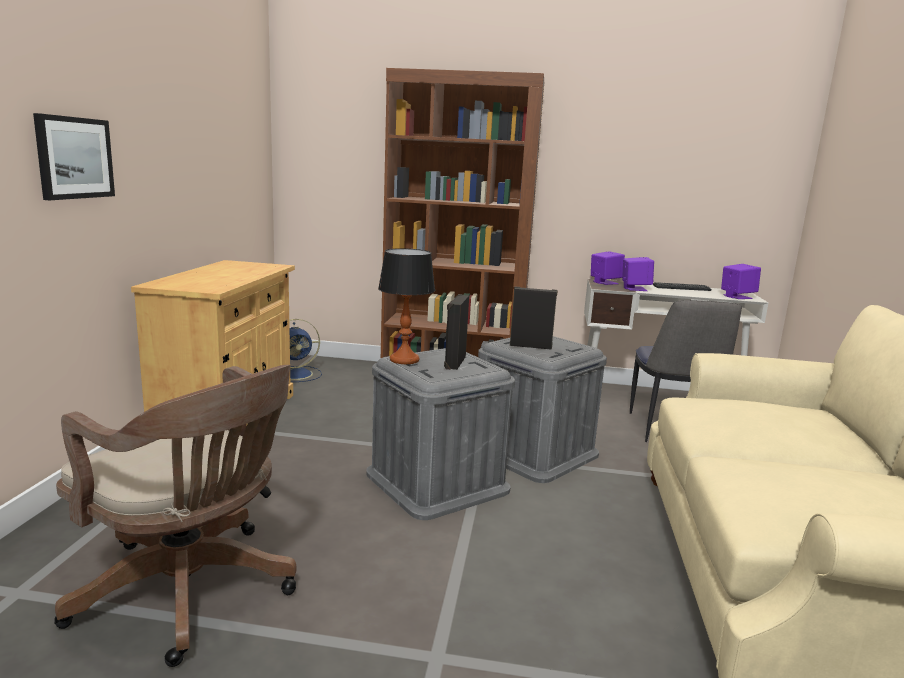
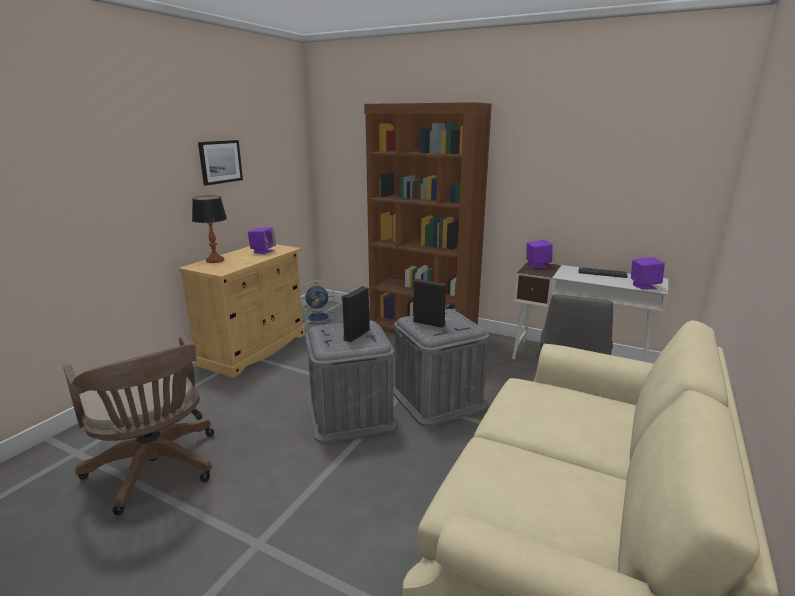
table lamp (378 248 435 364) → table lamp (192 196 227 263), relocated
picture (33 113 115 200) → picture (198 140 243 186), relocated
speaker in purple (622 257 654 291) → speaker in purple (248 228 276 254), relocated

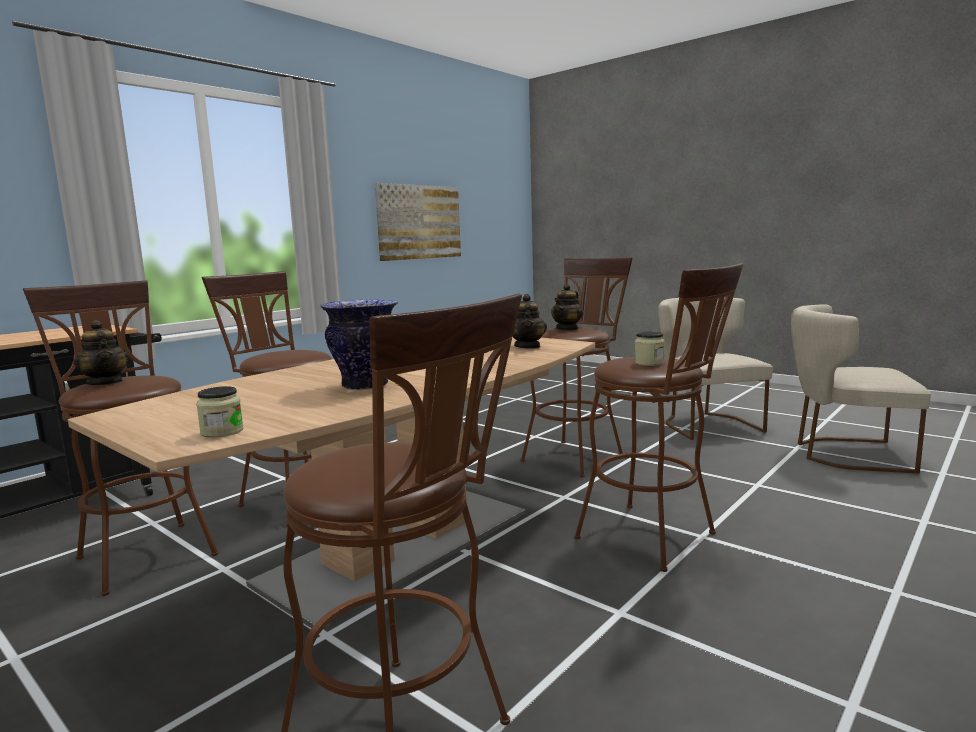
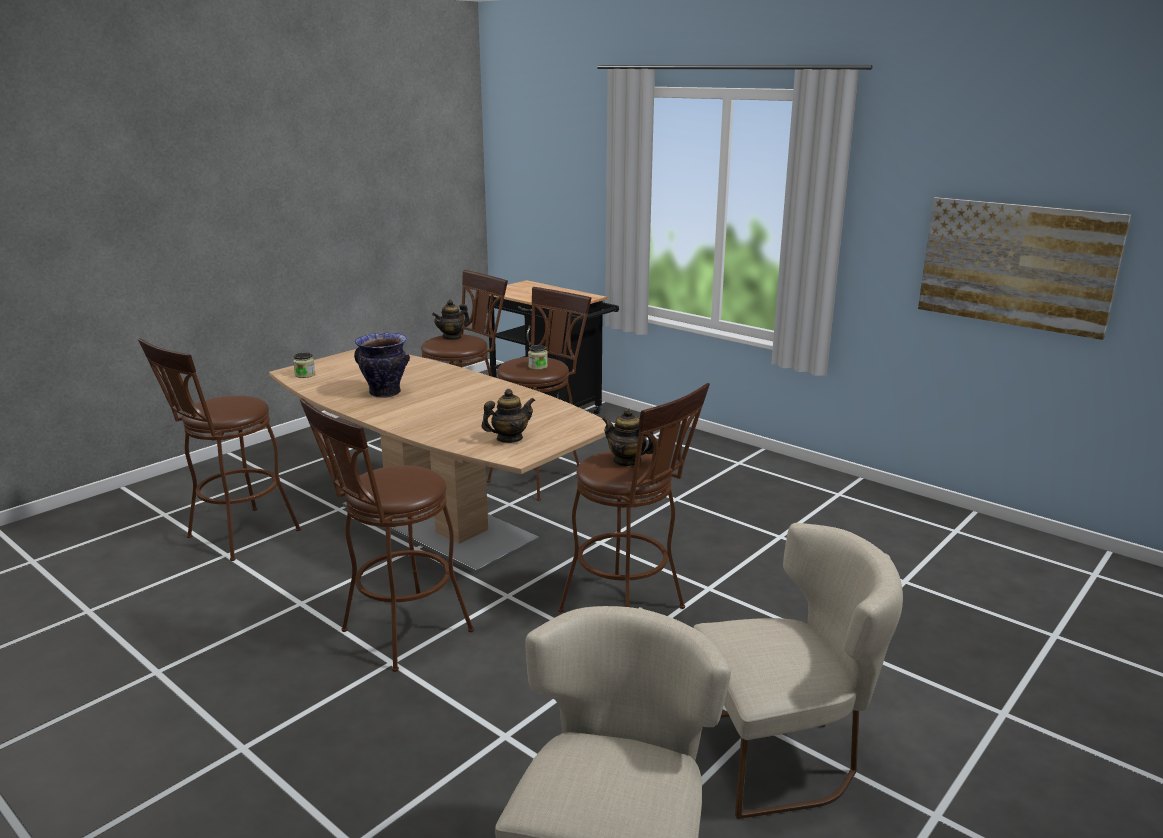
teapot (513 294 547 349) → teapot (482 389 535 443), 150 degrees clockwise
jar (635 331 664 366) → jar (528 345 548 370), relocated

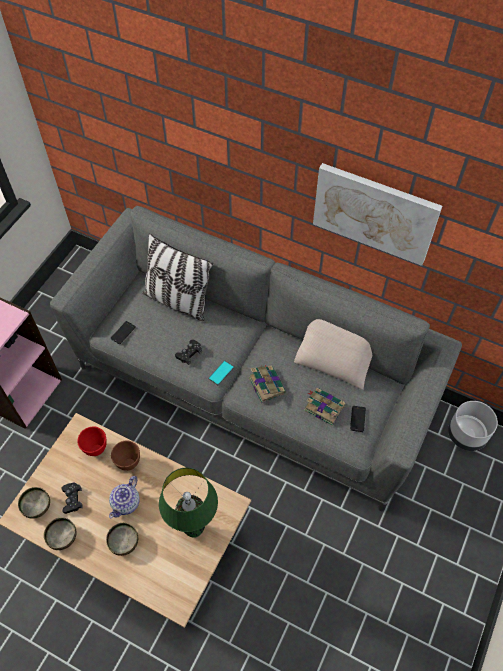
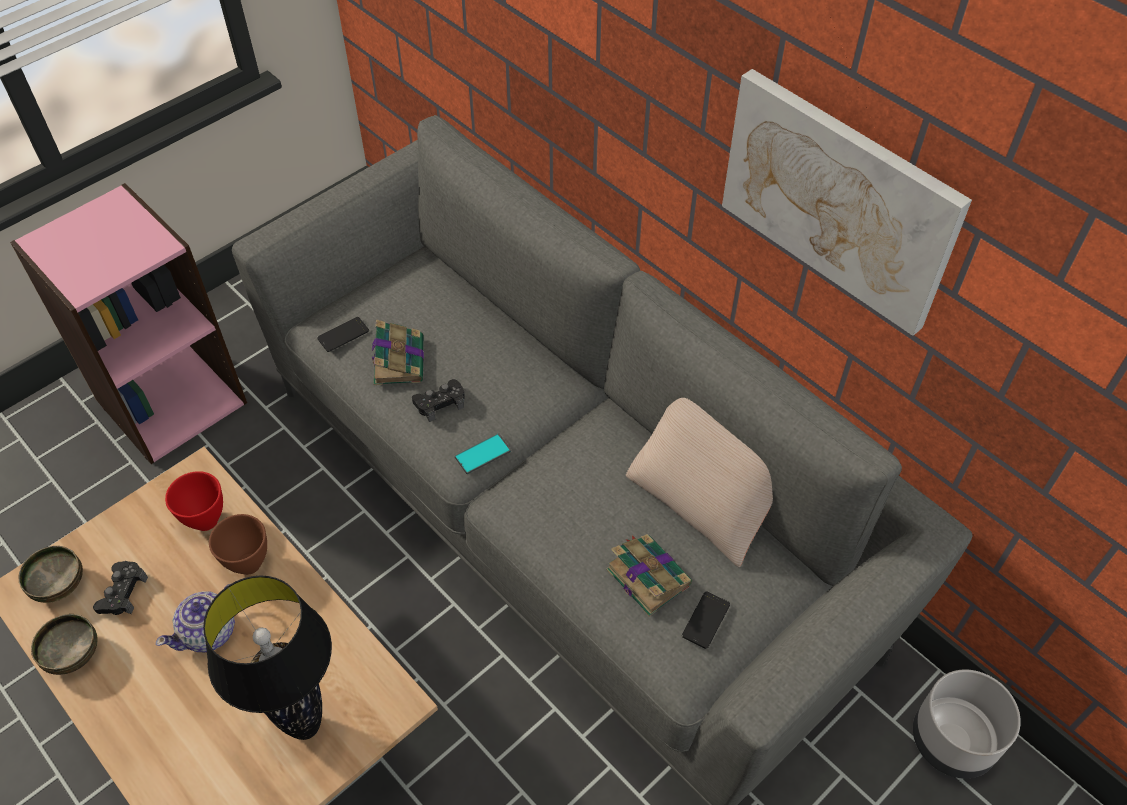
table lamp in green (159 467 218 538) → table lamp in black (203 575 332 740)
book (248 365 286 403) → book (372 320 424 385), relocated
bowl (106 523 138 556) → -
pillow (142 233 213 321) → -

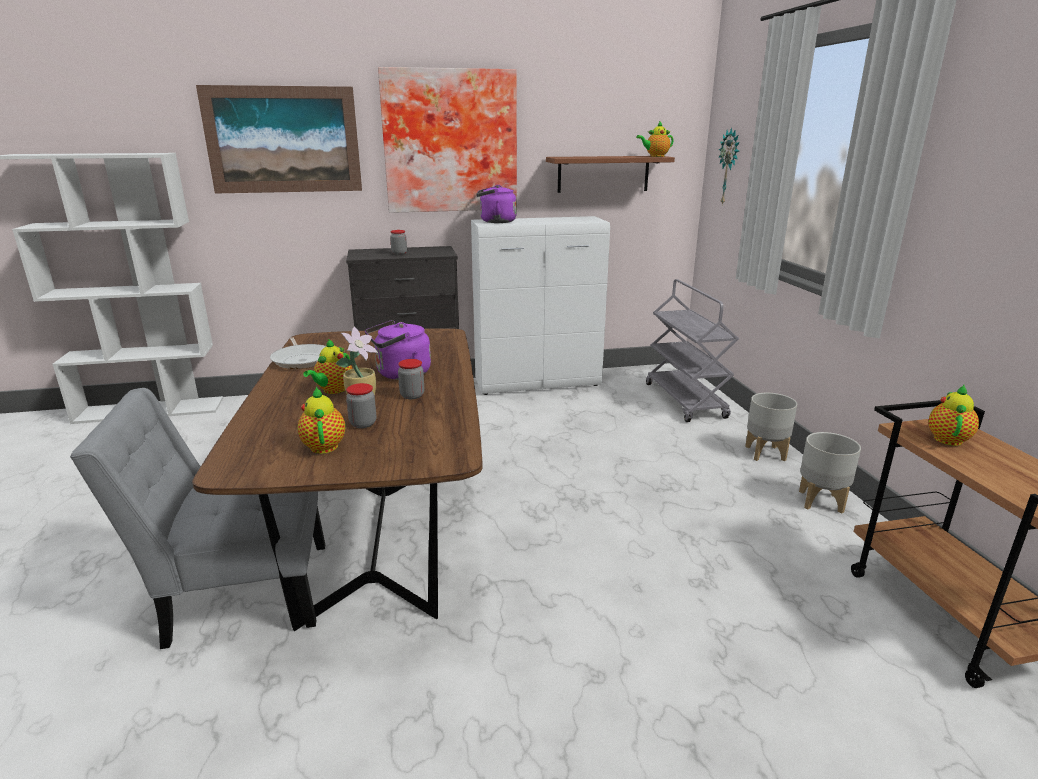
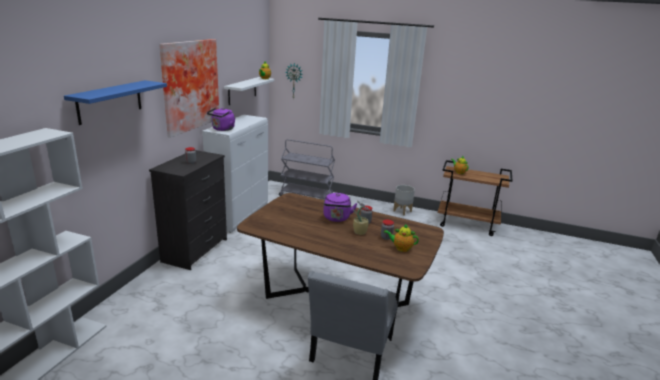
picture (196 85 362 194) → shelf in blue (64 80 167 125)
shelf in brown (546 156 675 193) → shelf in white (224 77 274 105)
frying pan (270 337 326 369) → -
teapot (303 339 352 394) → -
planter in grey (745 393 797 461) → -

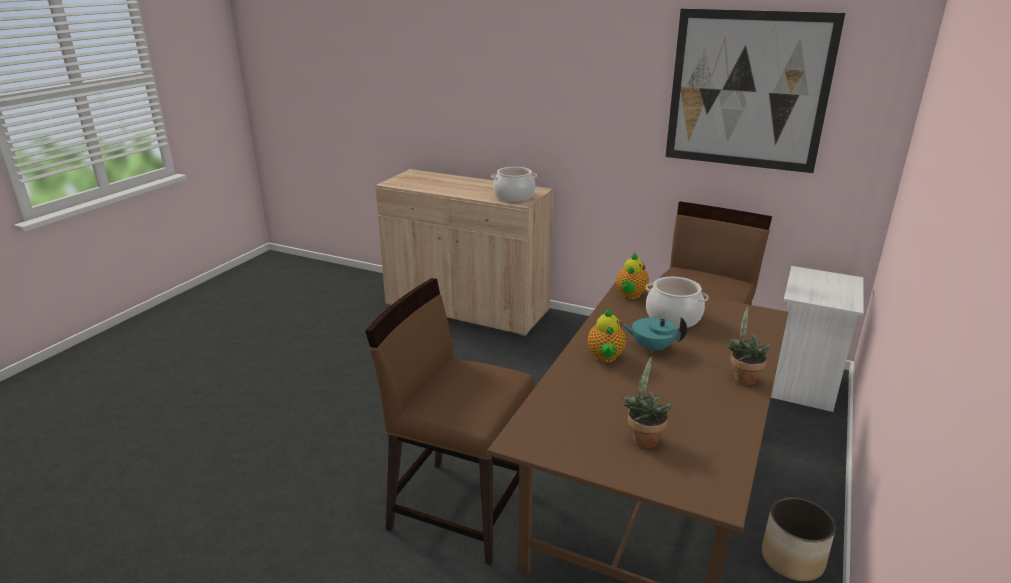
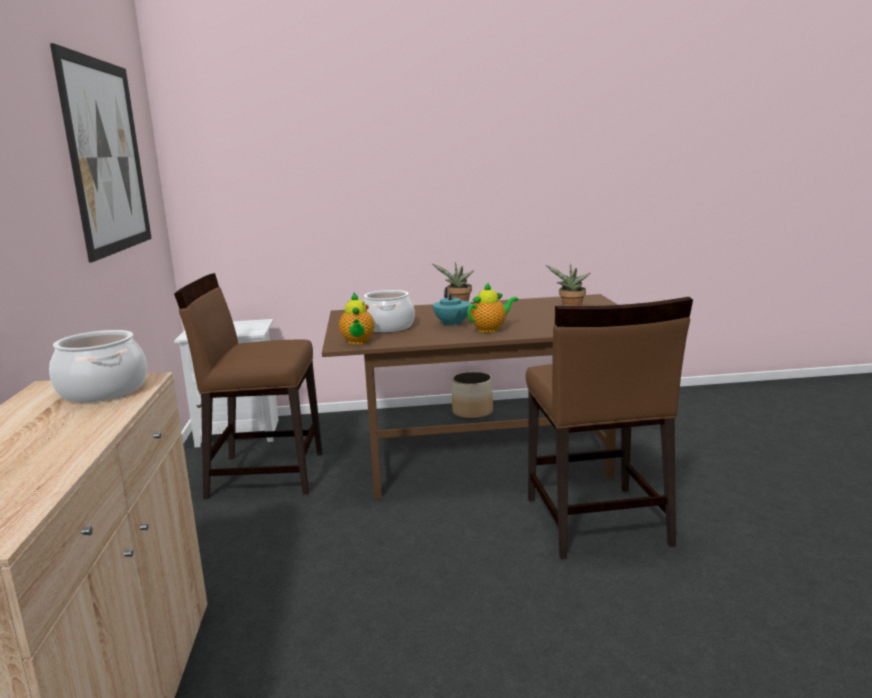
teapot (616 253 649 299) → teapot (339 293 375 344), 90 degrees clockwise

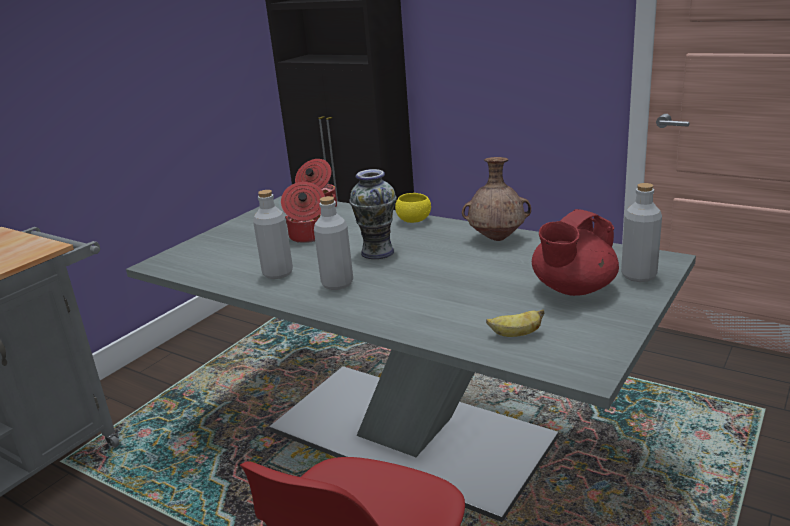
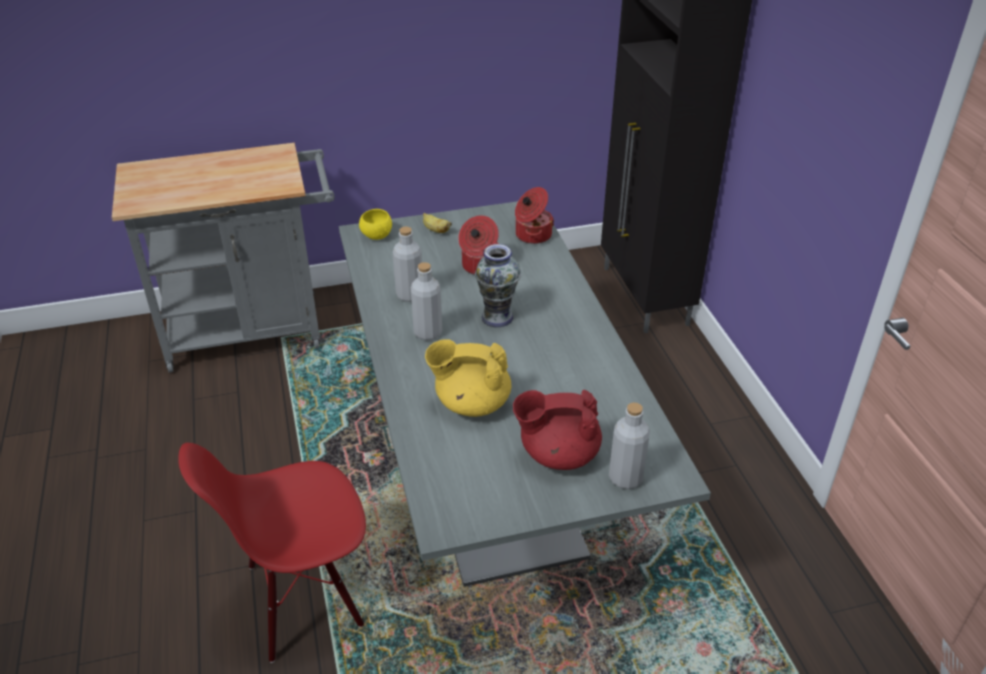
bowl in yellow (395 193 431 223) → bowl in yellow (359 209 392 240), relocated
banana (486 309 544 337) → banana (423 213 452 233), relocated
- → teapot in yellow (425 339 511 417)
vase in brown (462 157 531 241) → -

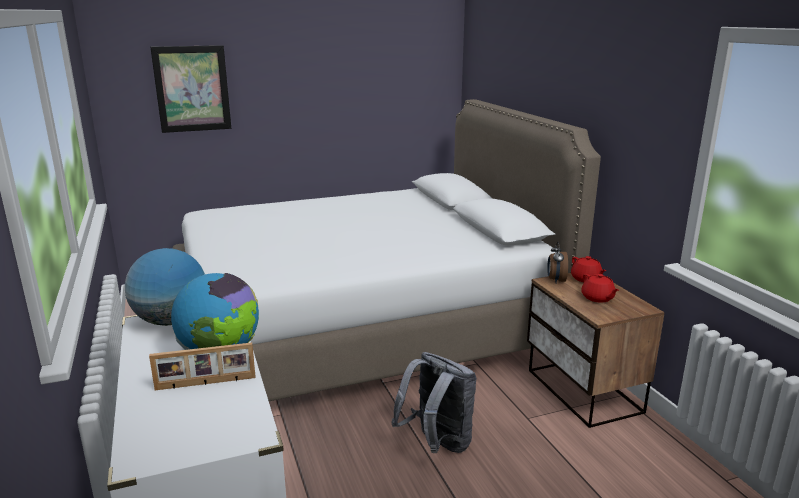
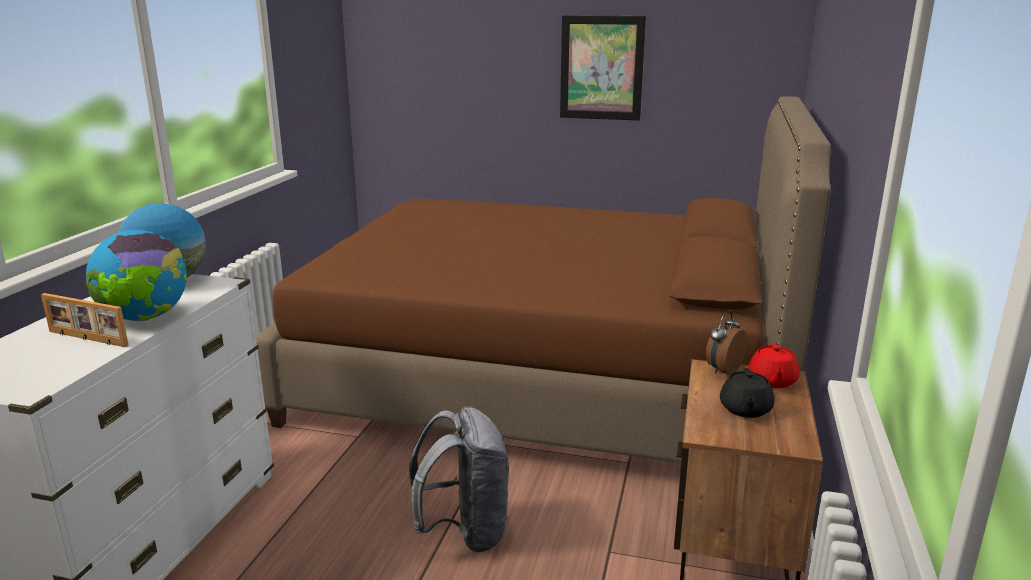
bed in white (172 99 601 401) → bed in brown (256 96 831 463)
picture (150 45 231 133) → picture (560 15 646 121), relocated
teapot in red (581 274 619 303) → teapot in black (720 368 774 418)

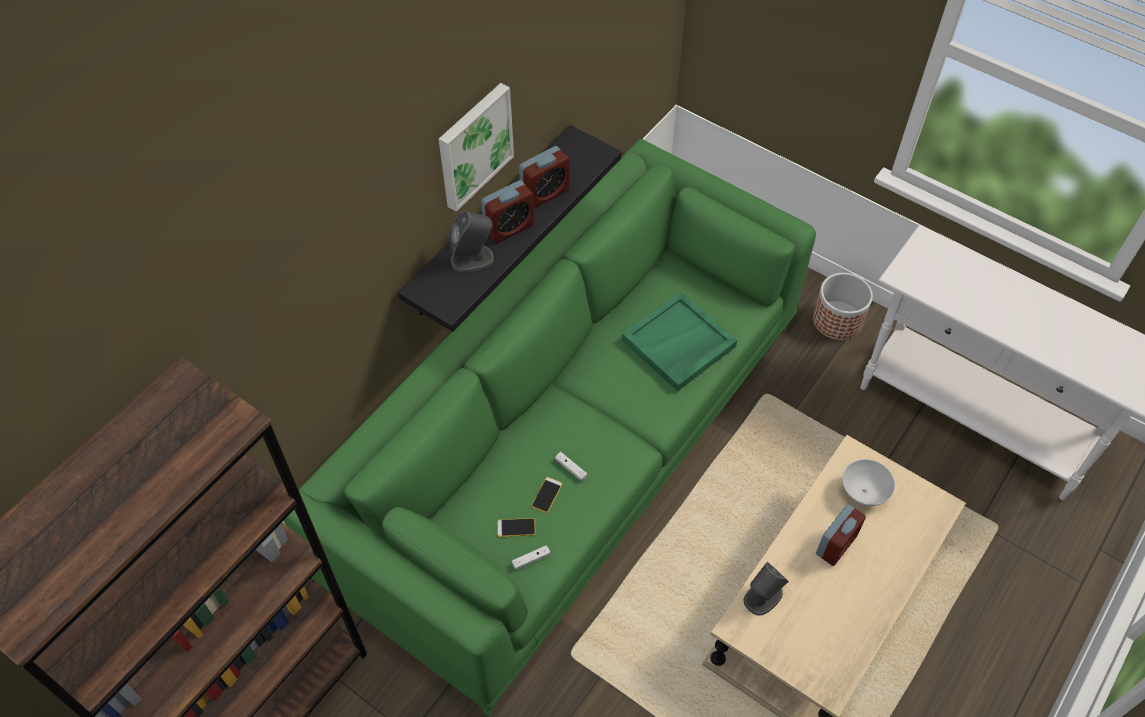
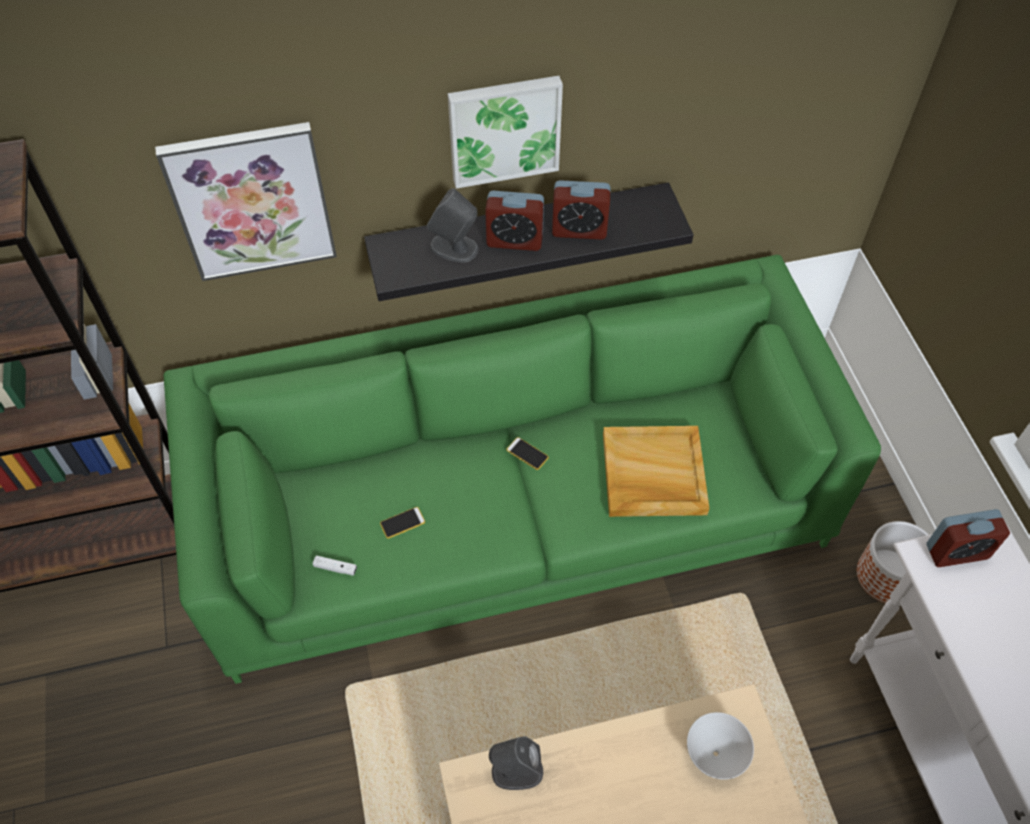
- → picture (155 122 337 281)
phone (497 518 536 537) → phone (507 437 549 470), relocated
tray in green (622 292 737 391) → tray in beige (603 426 710 517)
alarm clock (816 504 866 566) → alarm clock (926 509 1010 567), relocated
game controller in white (555 452 587 481) → -

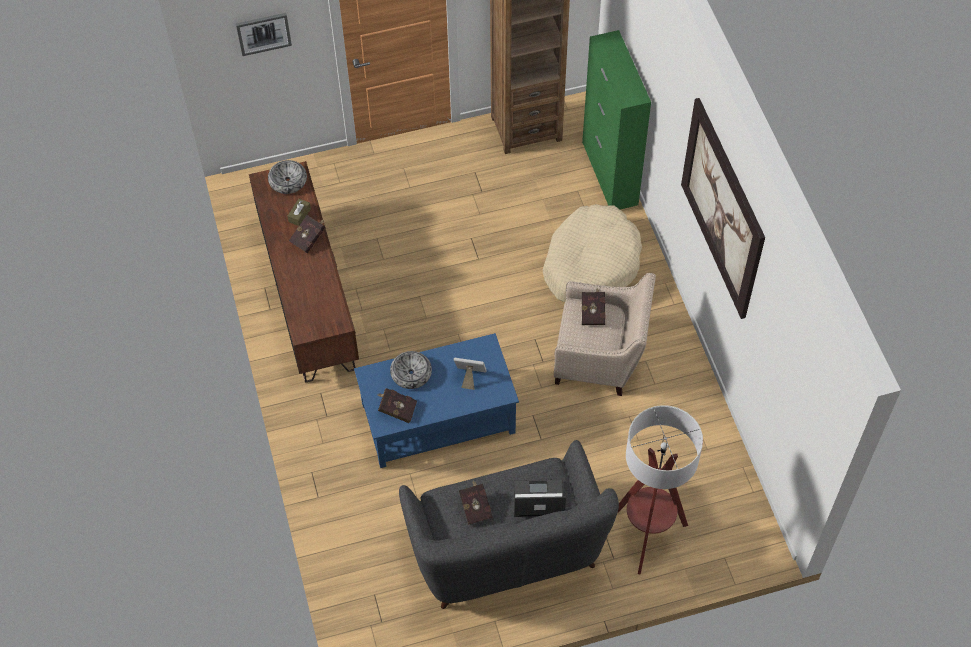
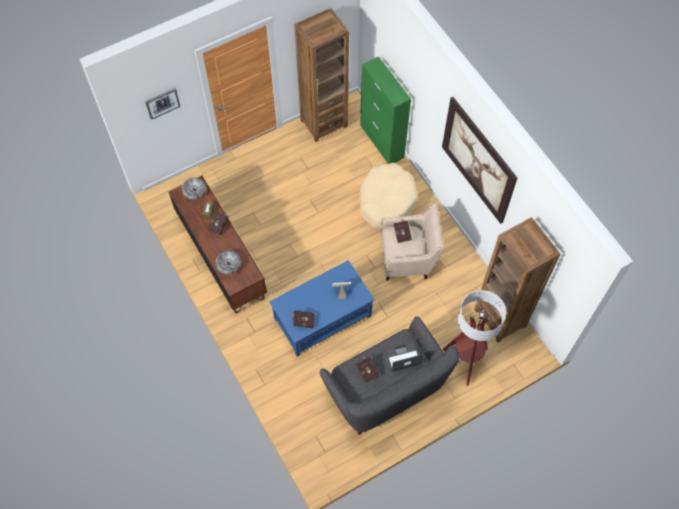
bowl (390 351 432 389) → bowl (216 251 241 274), relocated
- → bookcase in brown (474 217 560 343)

